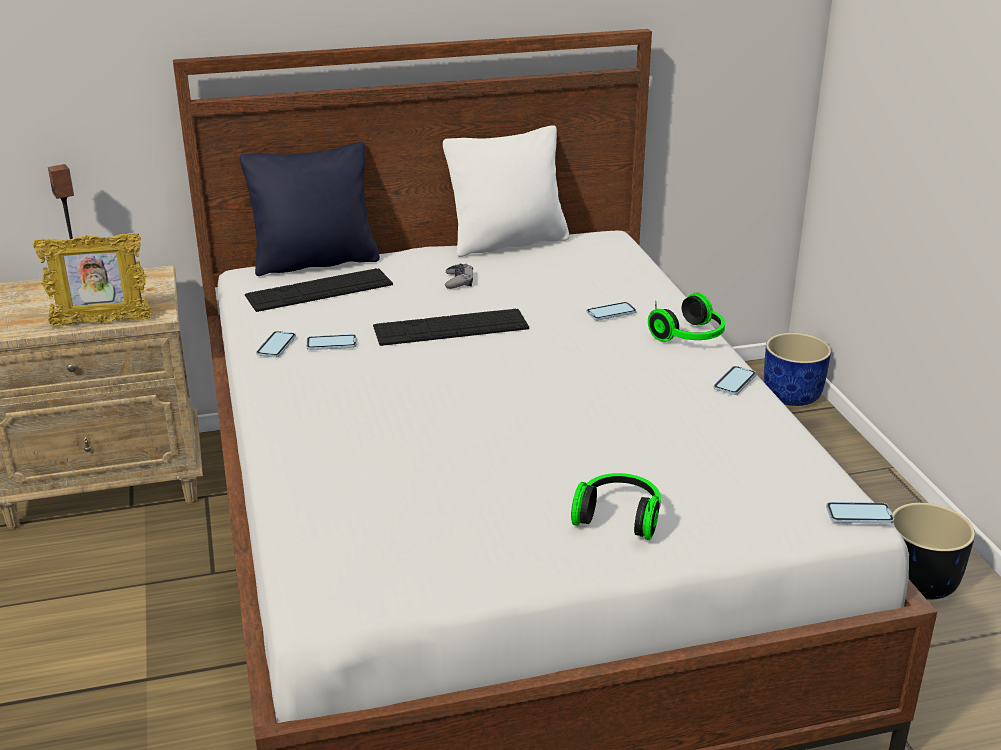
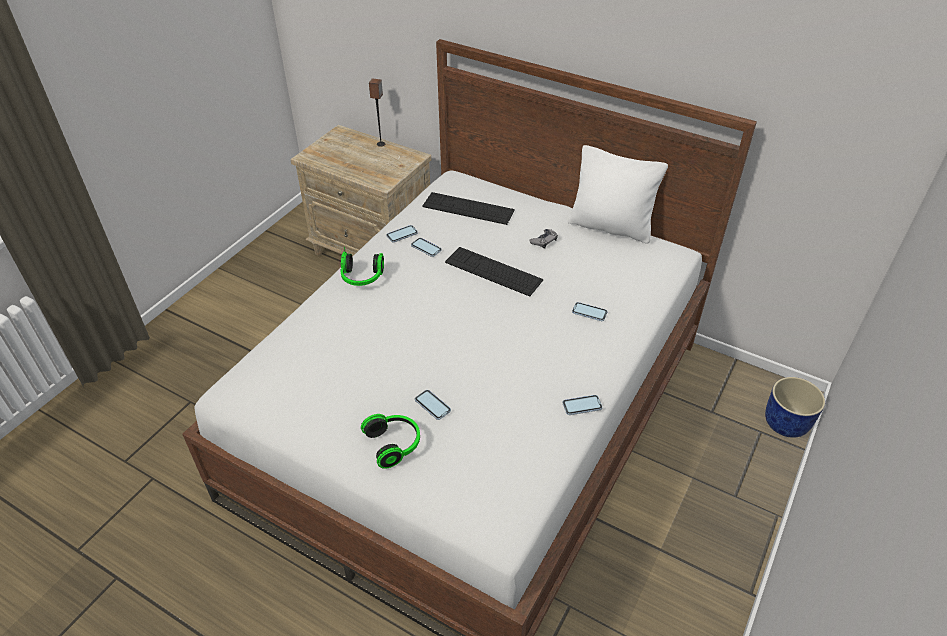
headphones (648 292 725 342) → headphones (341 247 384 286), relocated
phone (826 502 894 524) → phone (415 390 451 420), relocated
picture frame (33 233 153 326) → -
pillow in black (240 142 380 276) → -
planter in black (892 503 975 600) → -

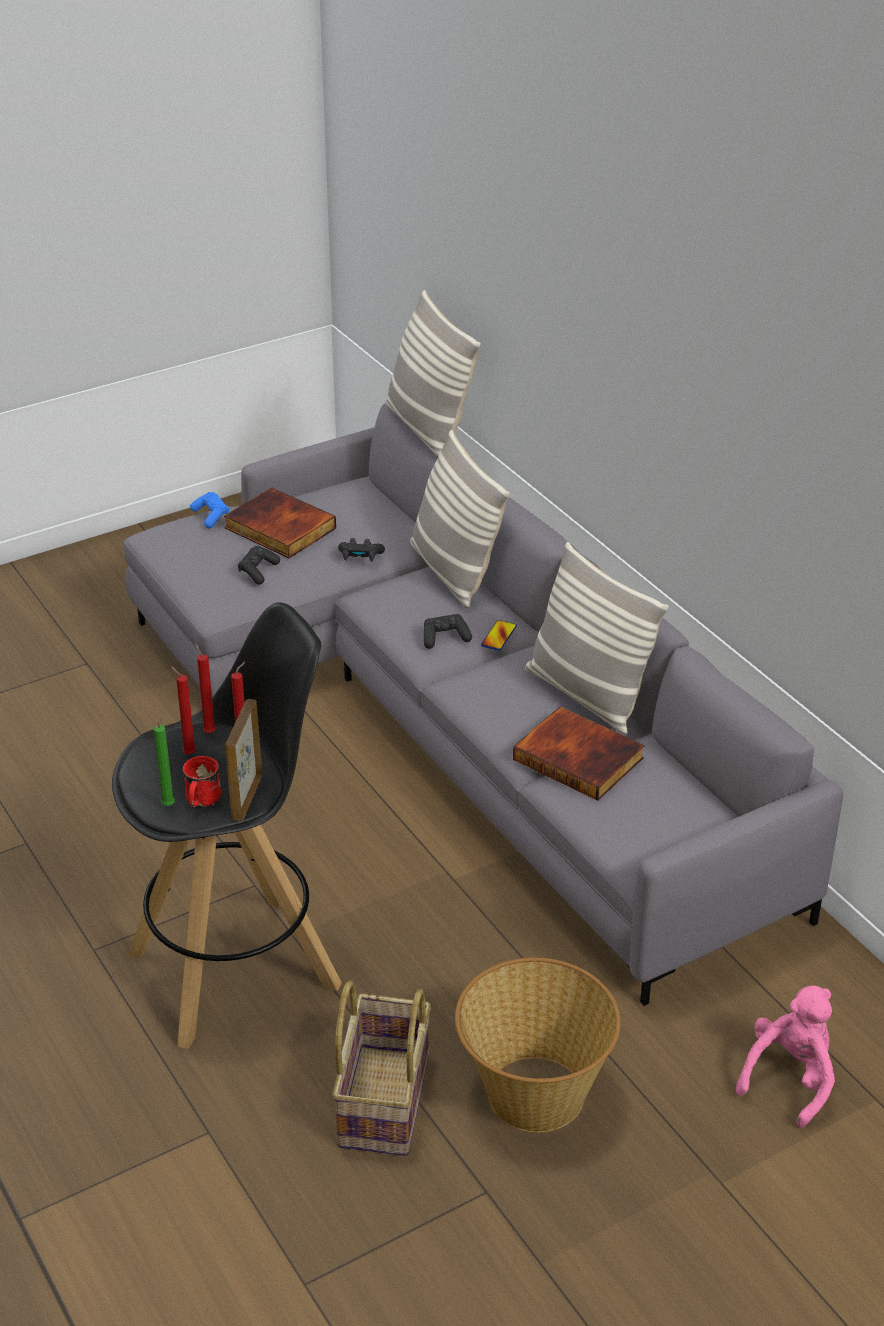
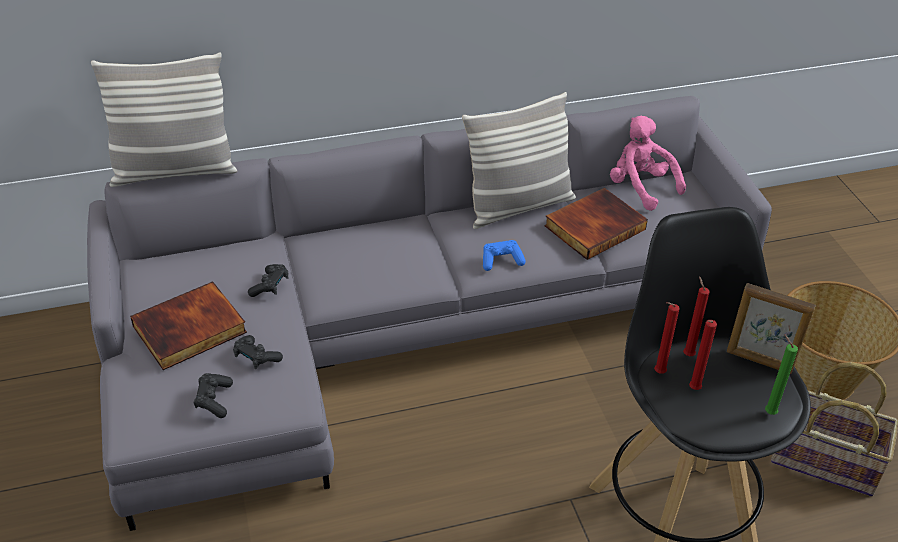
game controller in black (424 614 472 649) → game controller in black (194 373 233 418), relocated
game controller in blue (190 492 229 529) → game controller in blue (483 240 526 271), relocated
plush toy in pink (736 986 835 1128) → plush toy in pink (610 116 686 211), relocated
mug in red (183 756 221 807) → -
pillow (410 430 509 608) → -
phone (481 620 517 651) → -

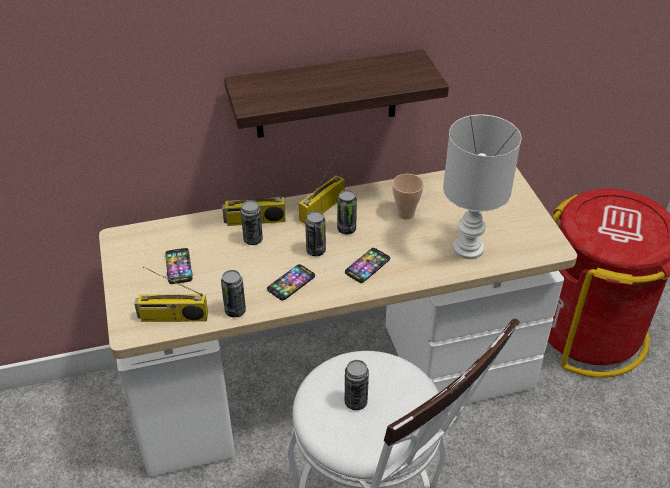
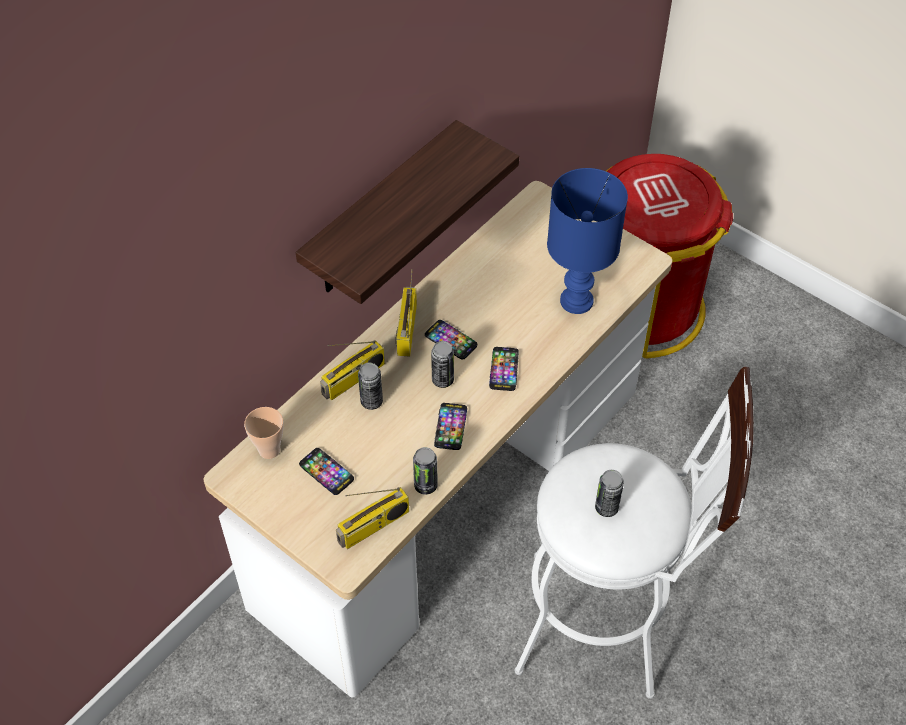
cup (392 174 424 219) → cup (244 407 284 459), relocated
can (337 190 357 235) → phone (425 320 477 360)
table lamp in white (443 114 521 259) → table lamp in blue (547 168 628 314)

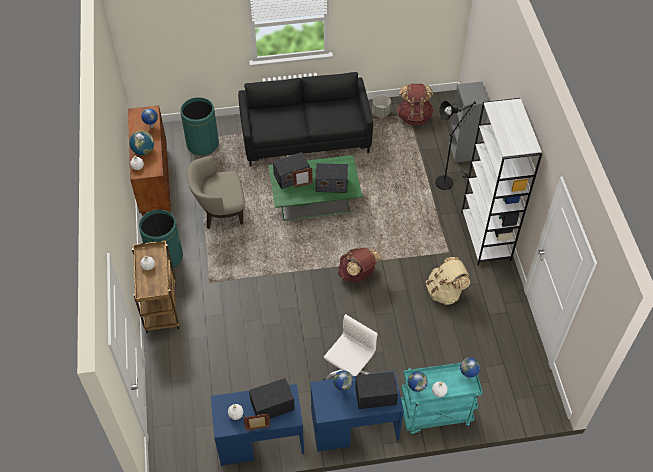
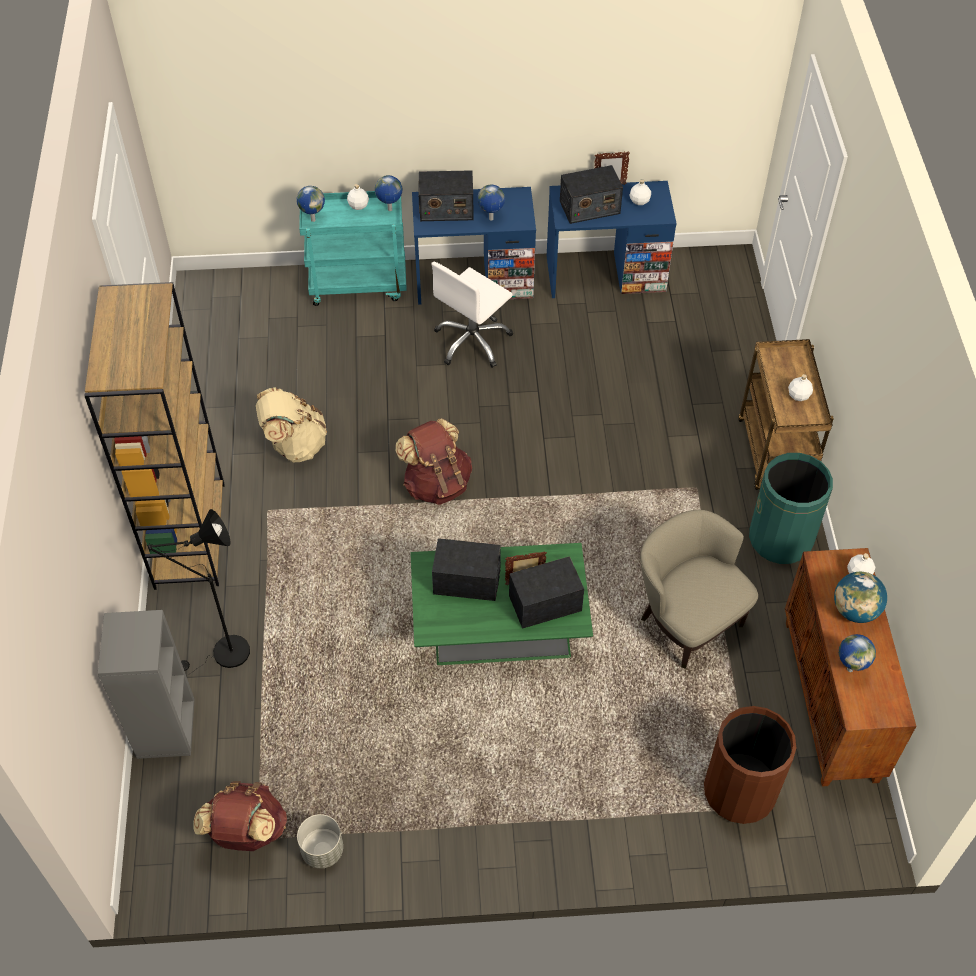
bookcase in white (461 98 542 265) → bookcase in brown (84 282 225 590)
armchair in beige (187 156 245 229) → armchair in beige (640 510 758 669), 120 degrees counterclockwise
trash can in green (180 97 219 156) → trash can in brown (704 706 796 824)
sofa in black (238 72 373 167) → -

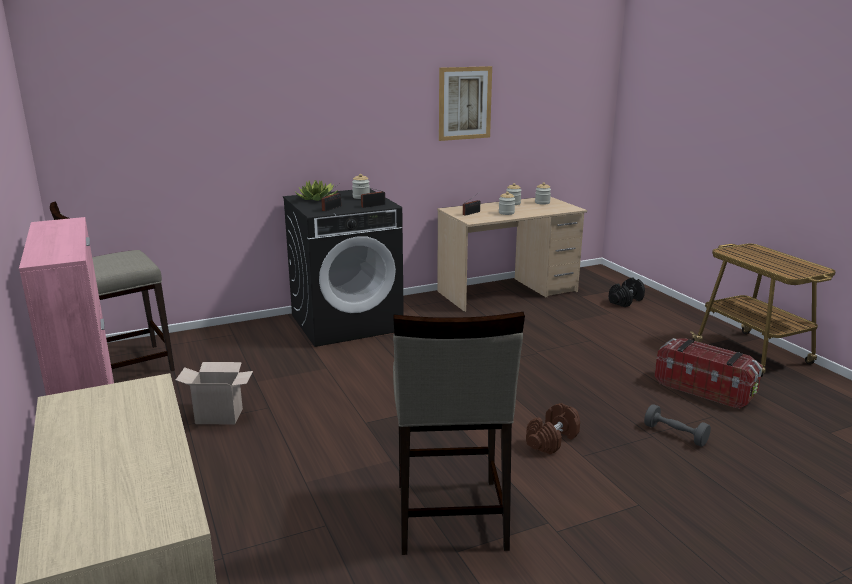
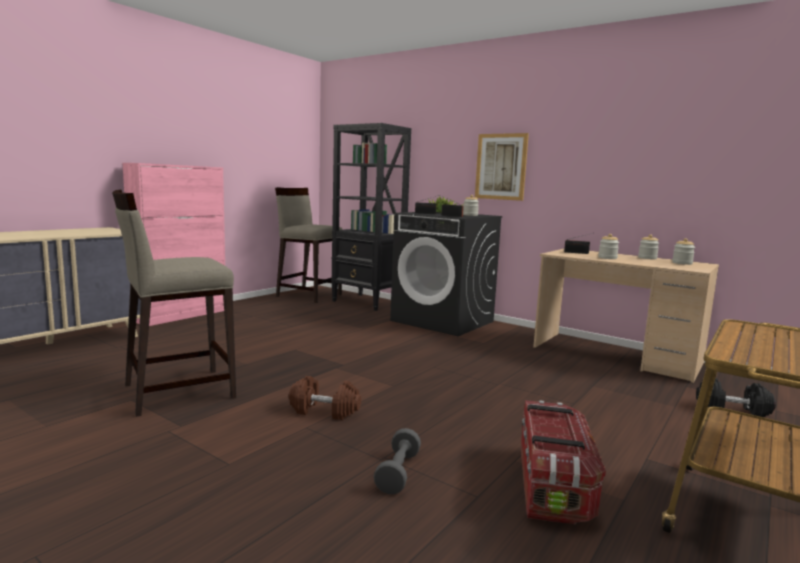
- → bookcase in black (331 123 411 311)
picture (439 66 492 141) → picture (475 133 529 201), relocated
cardboard box (176 362 253 424) → -

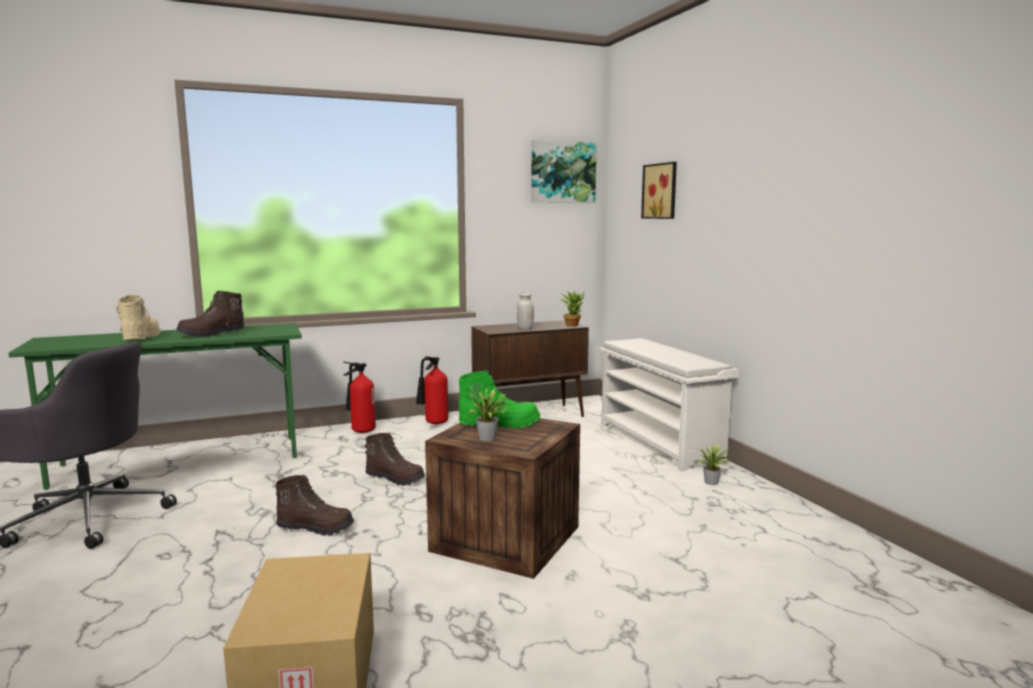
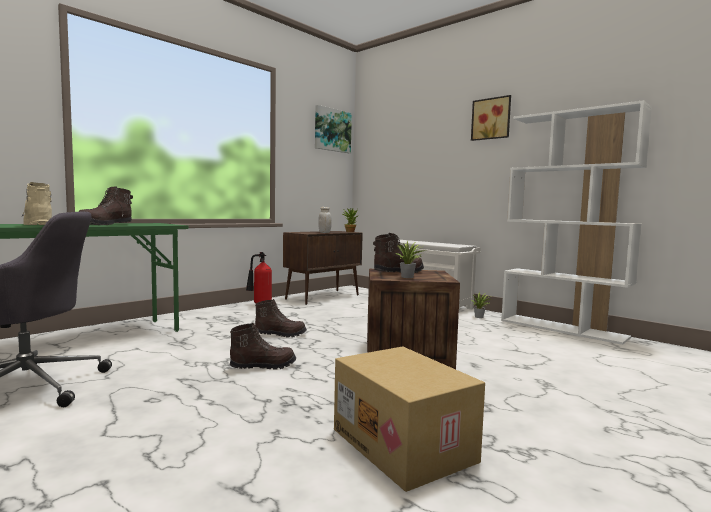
boot in green (458 370 540 429) → boot in brown (373 233 424 273)
picture (641 162 677 219) → picture (471 95 511 141), relocated
- → bookcase in white (501 100 652 345)
fire extinguisher (343 362 376 433) → -

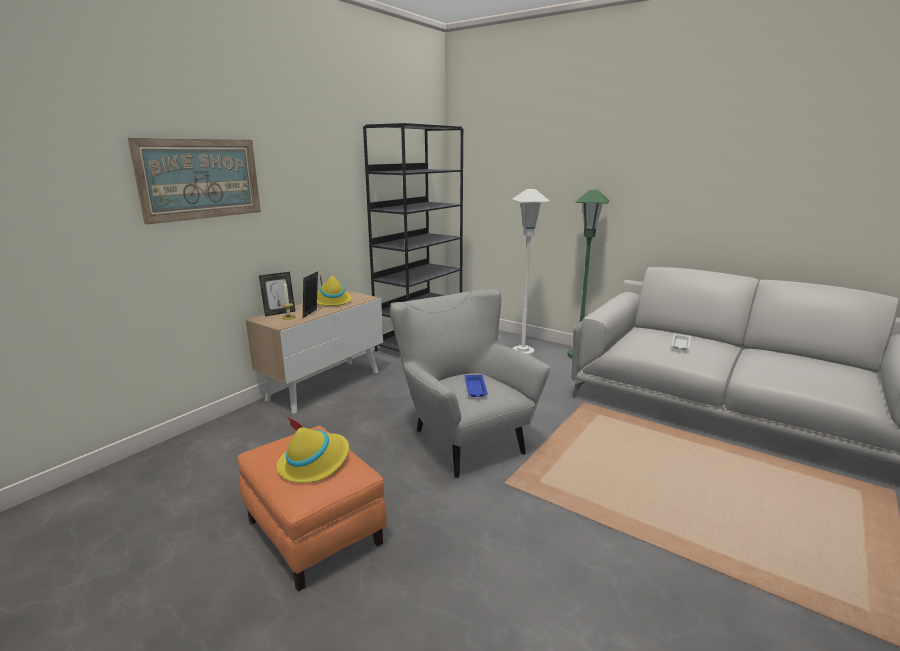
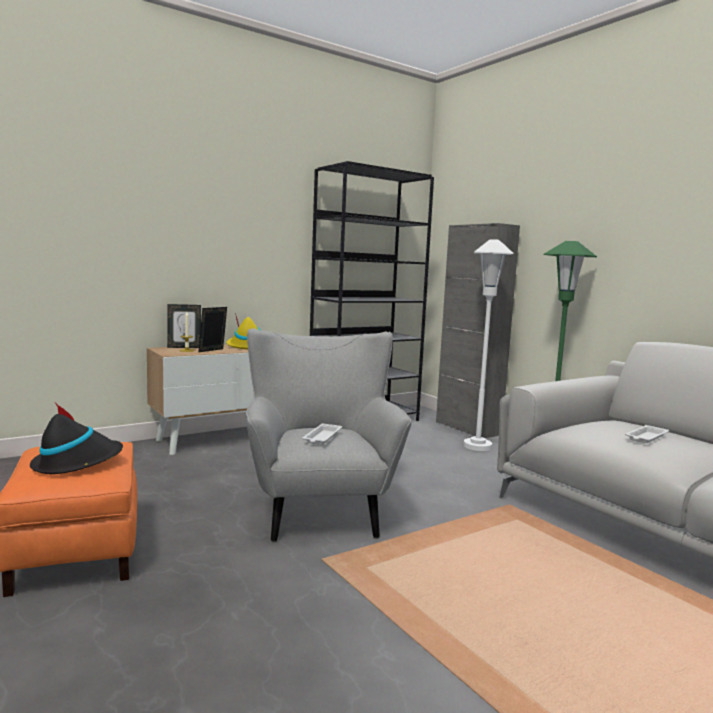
hat in yellow (277 417 349 483) → hat in black (30 403 123 474)
tray in blue (464 375 488 397) → tray in white (302 423 342 445)
- → cabinet in grey (436 223 520 438)
picture (128 138 261 225) → -

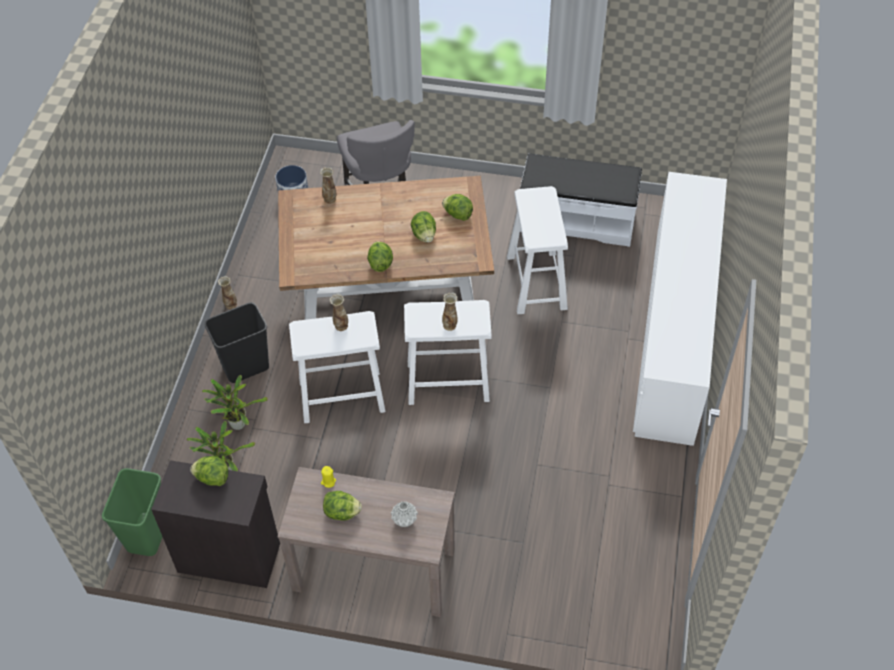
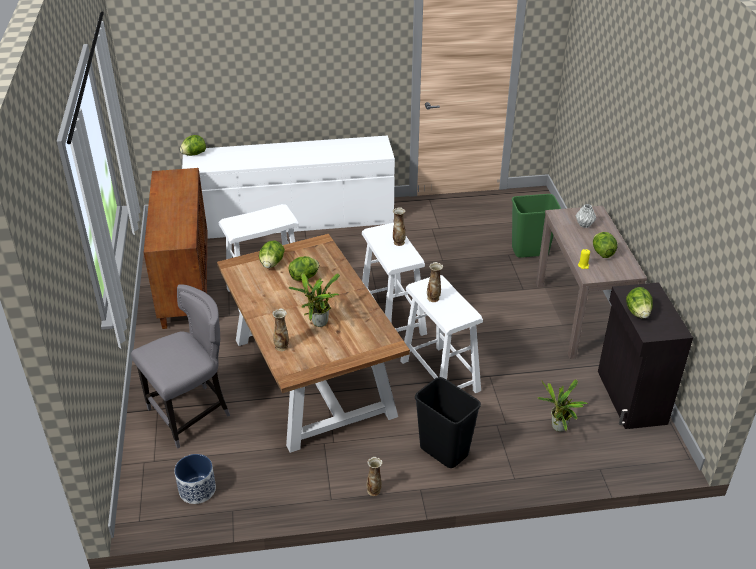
bench in white (520 153 642 247) → cabinet in brown (144 168 207 329)
lettuce (367 241 393 272) → lettuce (180 135 206 156), relocated
potted plant (202 375 268 430) → potted plant (289 273 340 327), relocated
trash can in green (102 468 162 556) → trash can in green (512 194 561 258), relocated

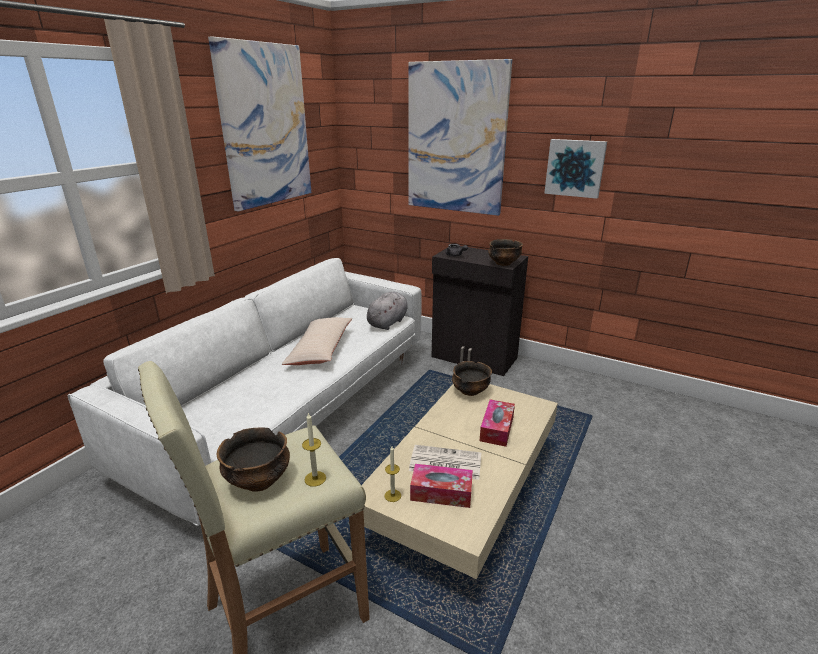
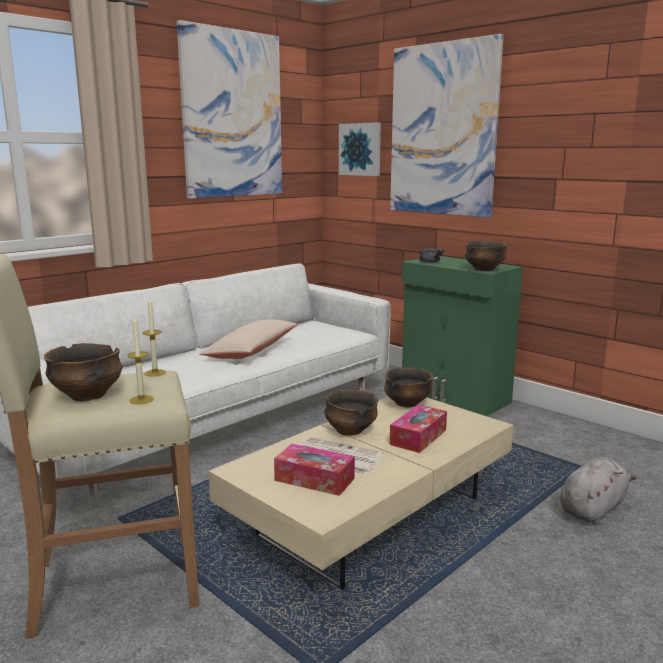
candle (384 446 401 502) → candle (143 297 166 377), relocated
- → bowl (324 390 378 436)
picture (544 139 607 199) → picture (339 122 381 176), relocated
cabinet in black (432 246 528 376) → cabinet in green (402 256 523 416)
plush toy in grey (367 292 408 330) → plush toy in grey (560 457 637 525), relocated

